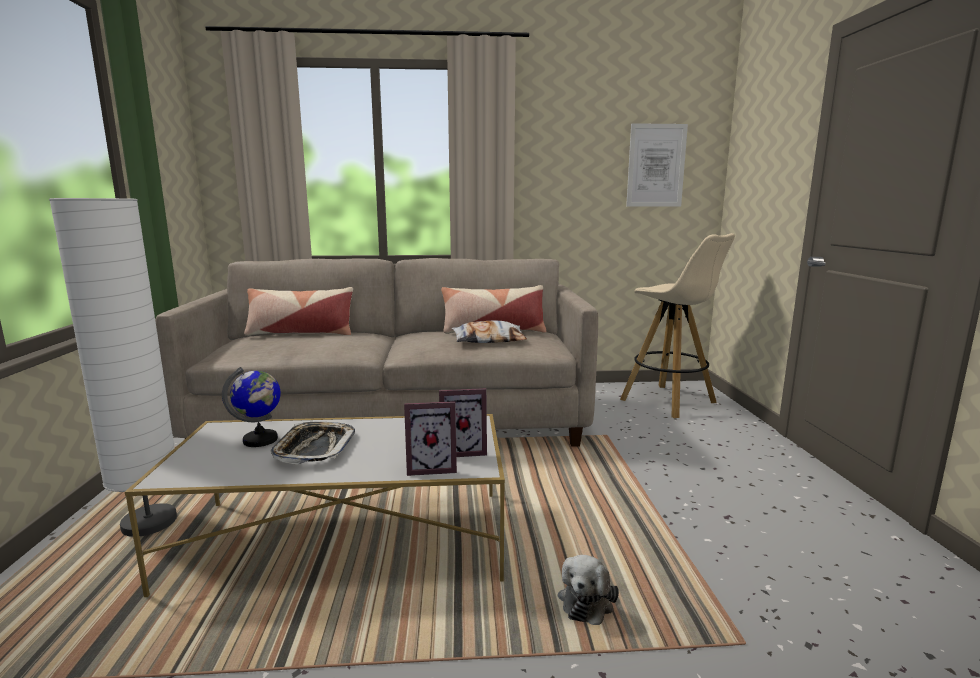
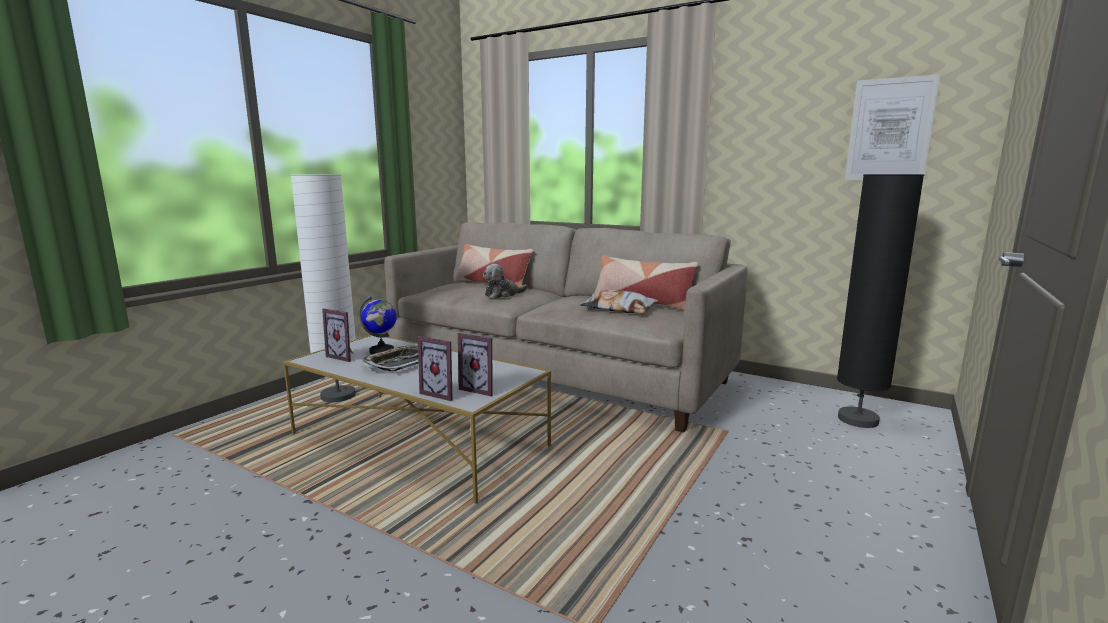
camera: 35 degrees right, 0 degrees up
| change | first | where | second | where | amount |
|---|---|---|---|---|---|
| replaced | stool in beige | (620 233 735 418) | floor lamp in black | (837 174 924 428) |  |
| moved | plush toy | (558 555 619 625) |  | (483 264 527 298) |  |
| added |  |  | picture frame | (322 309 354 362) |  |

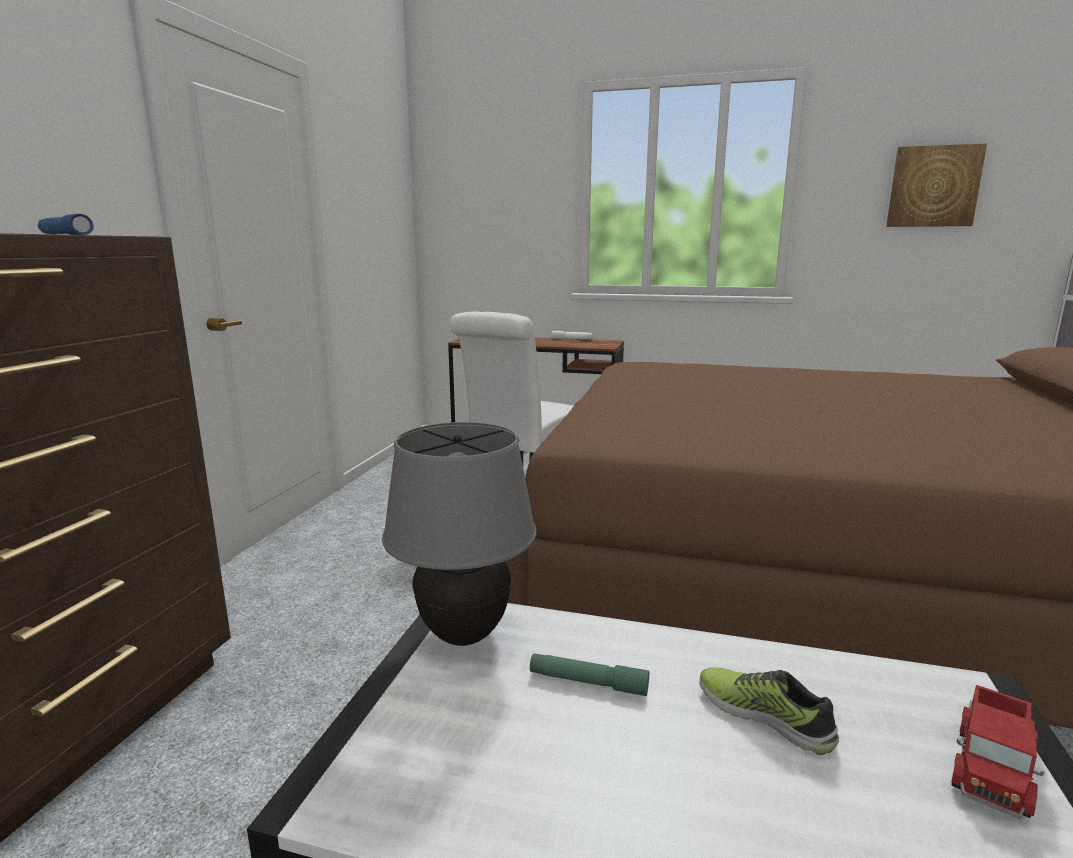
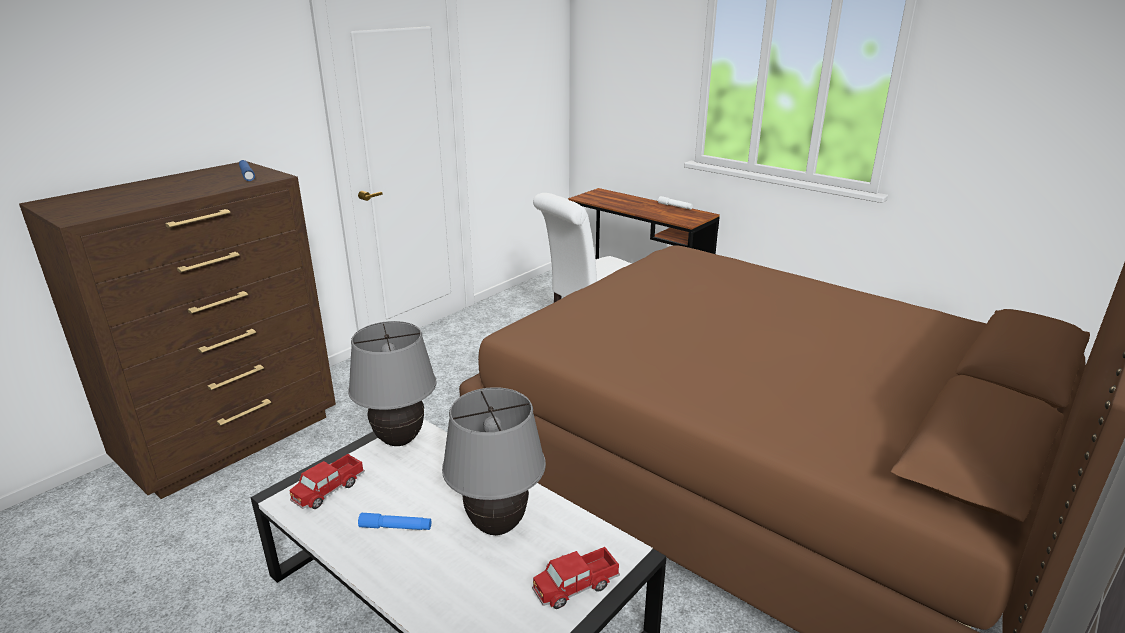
camera: 25 degrees right, 10 degrees up
| change | first | where | second | where | amount |
|---|---|---|---|---|---|
| removed | picture | (886 144 987 227) |  |  |  |
| removed | flashlight in green | (530 653 649 696) |  |  |  |
| replaced | shoe | (699 667 839 755) | table lamp in grey | (442 387 546 535) |  |
| added |  |  | toy truck | (289 454 365 509) |  |
| added |  |  | flashlight in blue | (358 513 431 530) |  |

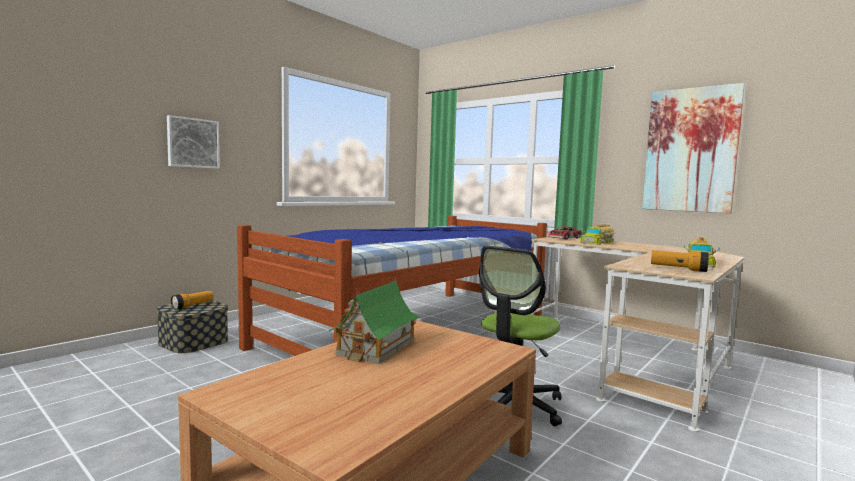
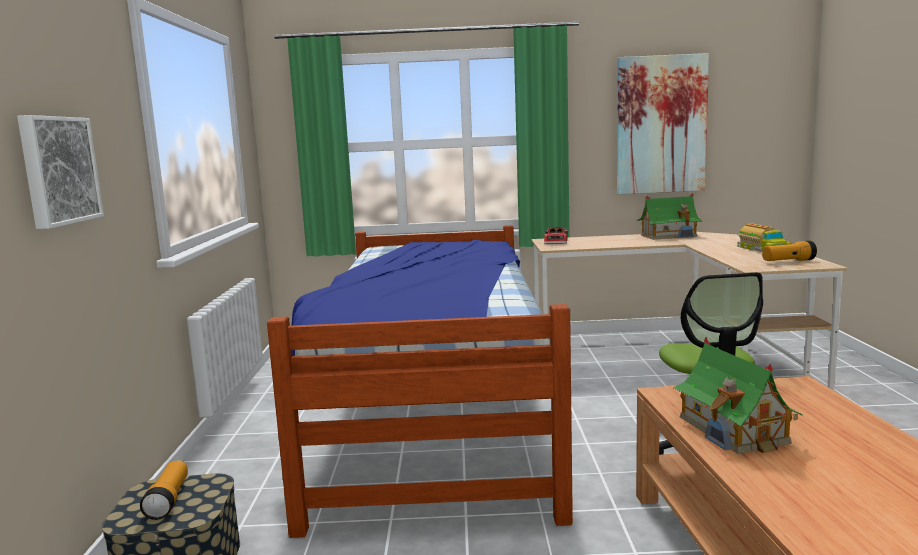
camera: 40 degrees left, 5 degrees up
| change | first | where | second | where | amount |
|---|---|---|---|---|---|
| removed | toy truck | (580 224 615 245) |  |  |  |
| added |  |  | toy house | (637 193 702 240) |  |

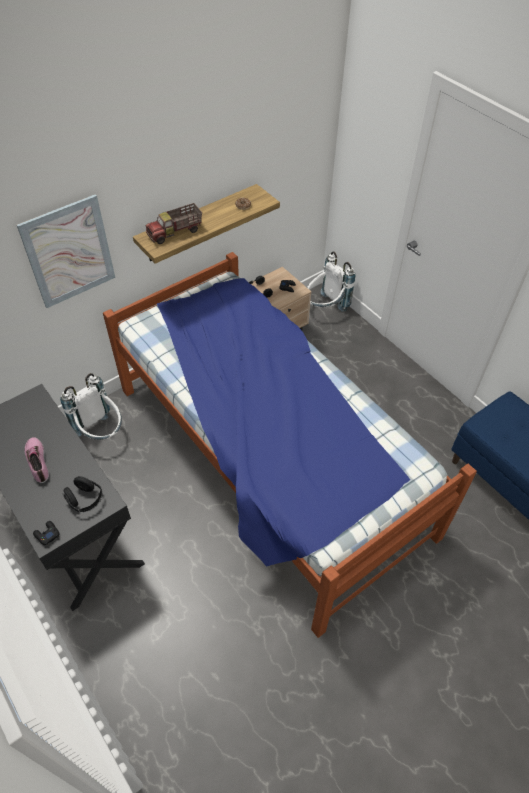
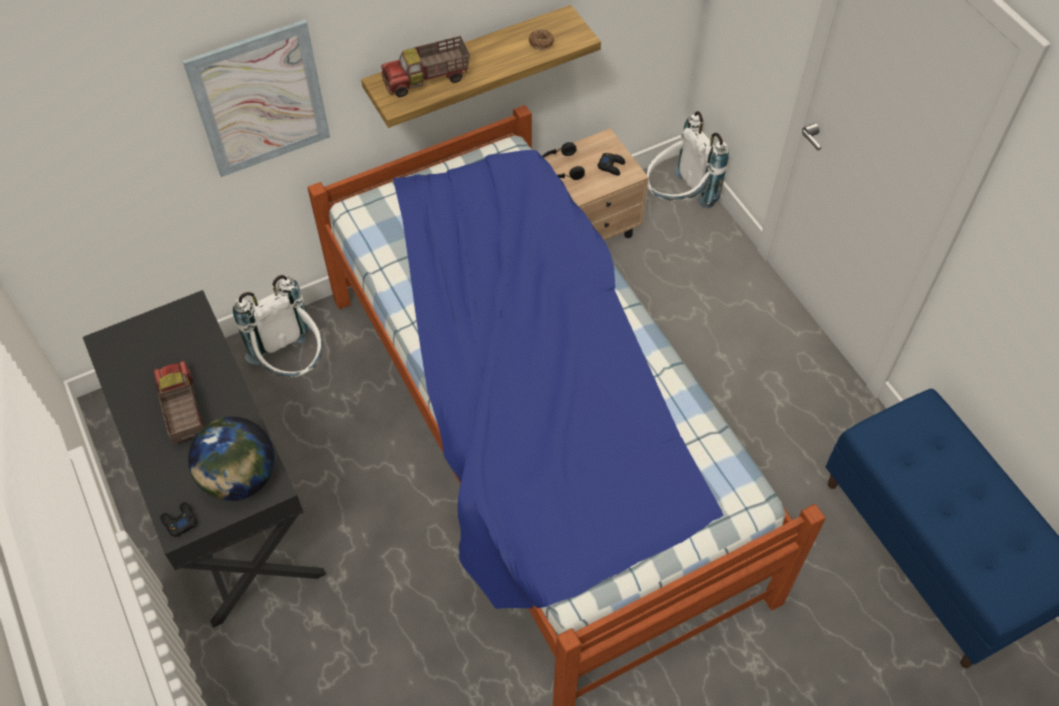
camera: 10 degrees right, 5 degrees up
| change | first | where | second | where | amount |
|---|---|---|---|---|---|
| replaced | shoe | (25 437 49 483) | toy truck | (154 360 204 443) |  |
| replaced | headphones in black | (63 476 102 512) | globe | (188 417 275 501) |  |

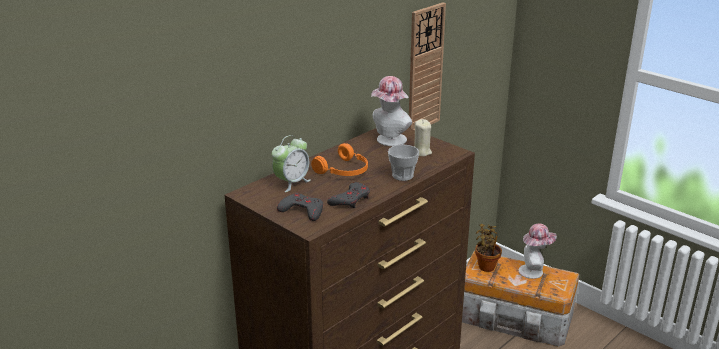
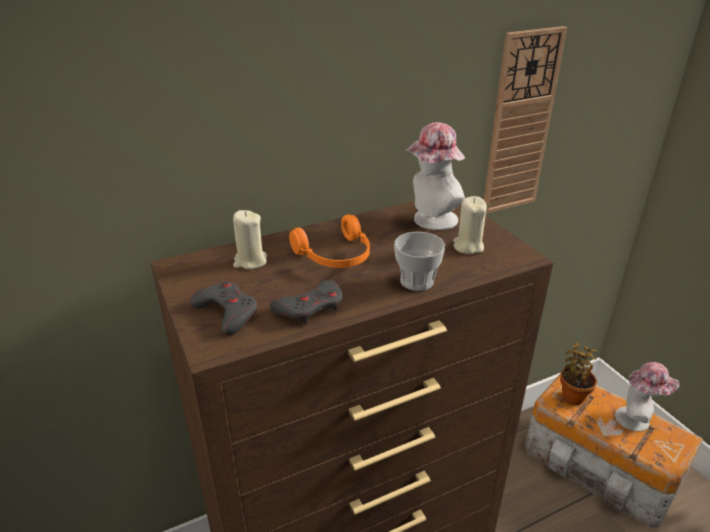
camera: 20 degrees right, 5 degrees up
| change | first | where | second | where | amount |
|---|---|---|---|---|---|
| replaced | alarm clock | (272 135 311 192) | candle in beige | (233 210 267 269) |  |

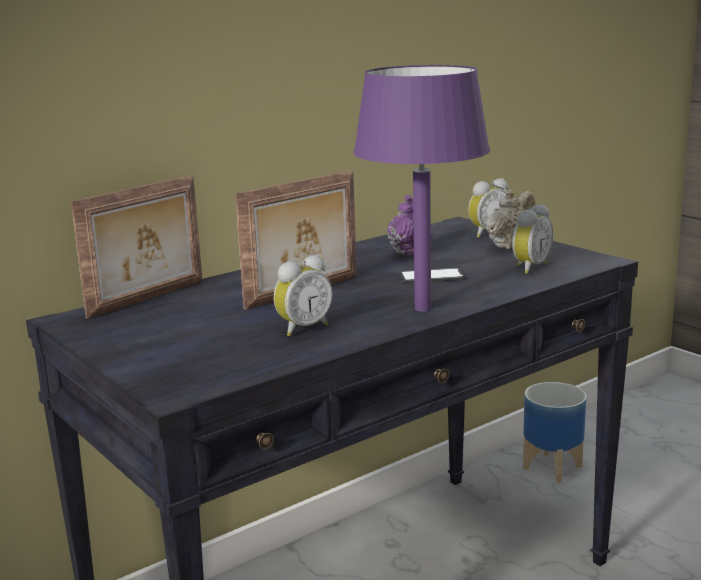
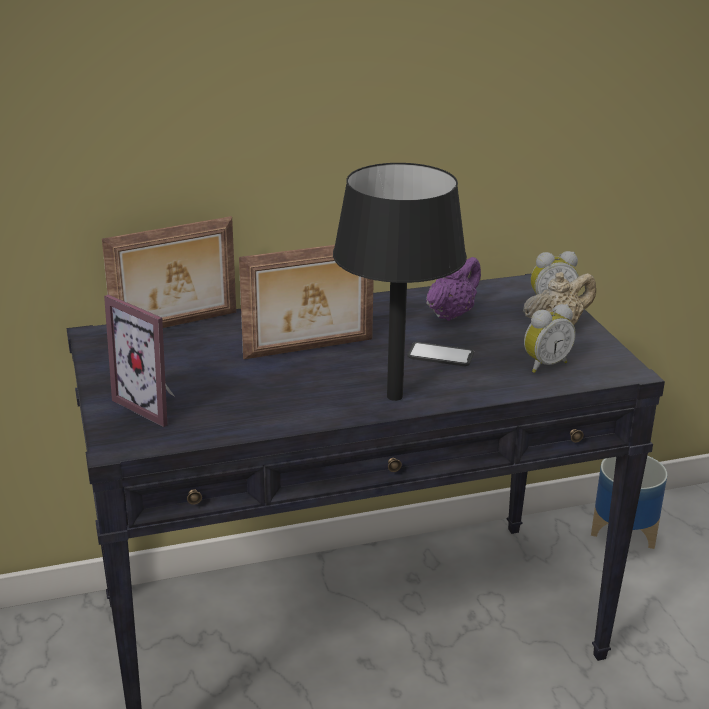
camera: 20 degrees right, 10 degrees up
| change | first | where | second | where | amount |
|---|---|---|---|---|---|
| recoloured | table lamp in purple | (354 65 490 312) | table lamp in black | (333 163 467 401) |  |
| removed | alarm clock | (274 255 332 336) |  |  |  |
| added |  |  | picture frame | (104 295 174 427) |  |

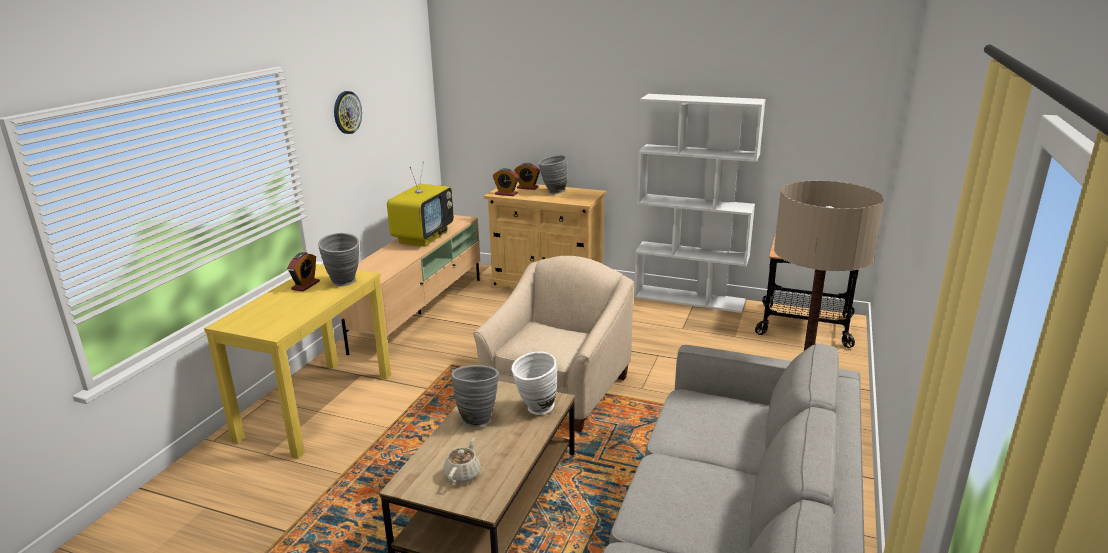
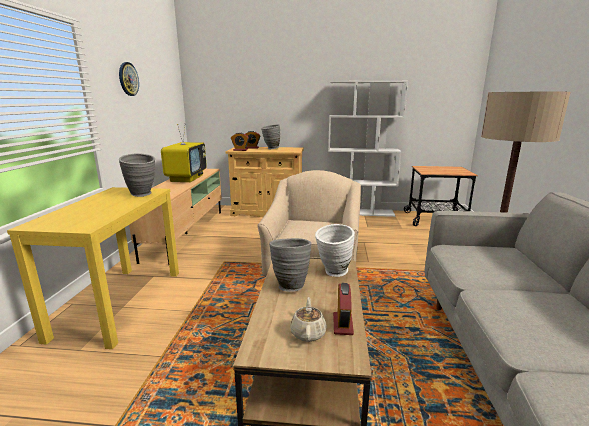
camera: 15 degrees left, 5 degrees down
| change | first | where | second | where | amount |
|---|---|---|---|---|---|
| moved | alarm clock | (287 252 320 292) |  | (333 283 354 335) |  |

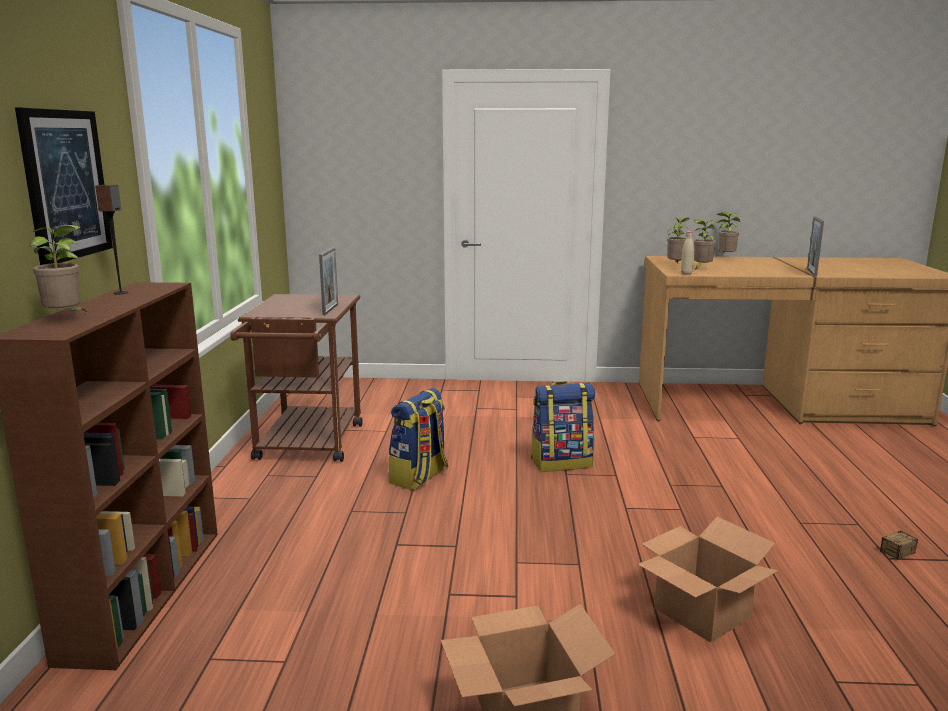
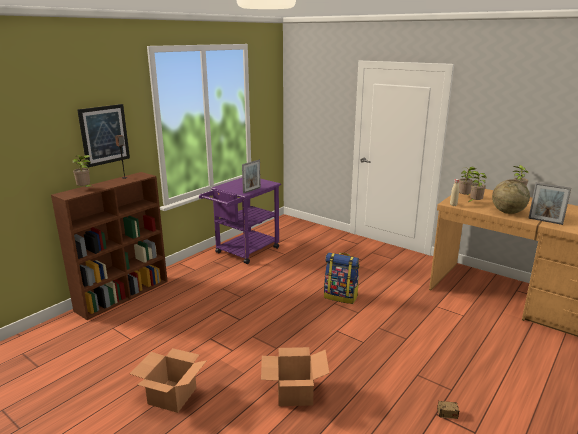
camera: 35 degrees right, 5 degrees up
| change | first | where | second | where | amount |
|---|---|---|---|---|---|
| turned | picture frame | (807 217 824 277) |  | (528 183 571 225) | 105 degrees counterclockwise |
| recoloured | cart in brown | (231 294 363 462) | cart in purple | (199 178 281 264) |  |
| removed | backpack | (388 388 448 490) |  |  |  |
| added |  |  | globe | (492 179 530 214) |  |

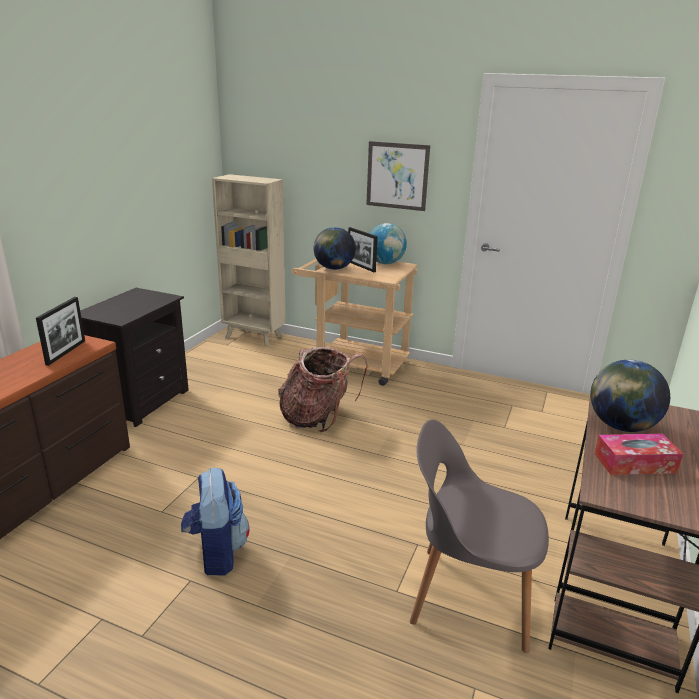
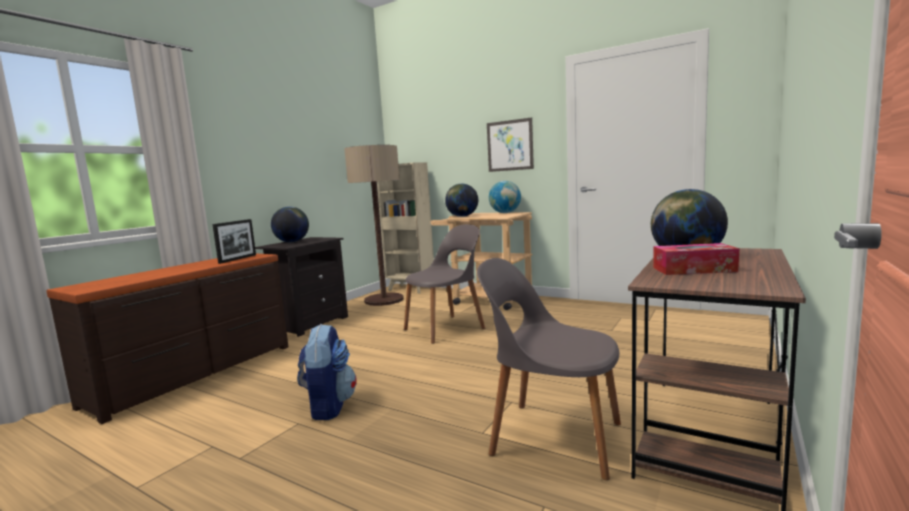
camera: 10 degrees right, 15 degrees down
| change | first | where | second | where | amount |
|---|---|---|---|---|---|
| removed | picture frame | (348 227 378 272) |  |  |  |
| replaced | backpack | (278 346 368 432) | chair in grey | (404 224 485 344) |  |
| added |  |  | floor lamp | (344 145 404 306) |  |
| added |  |  | globe | (271 207 309 242) |  |

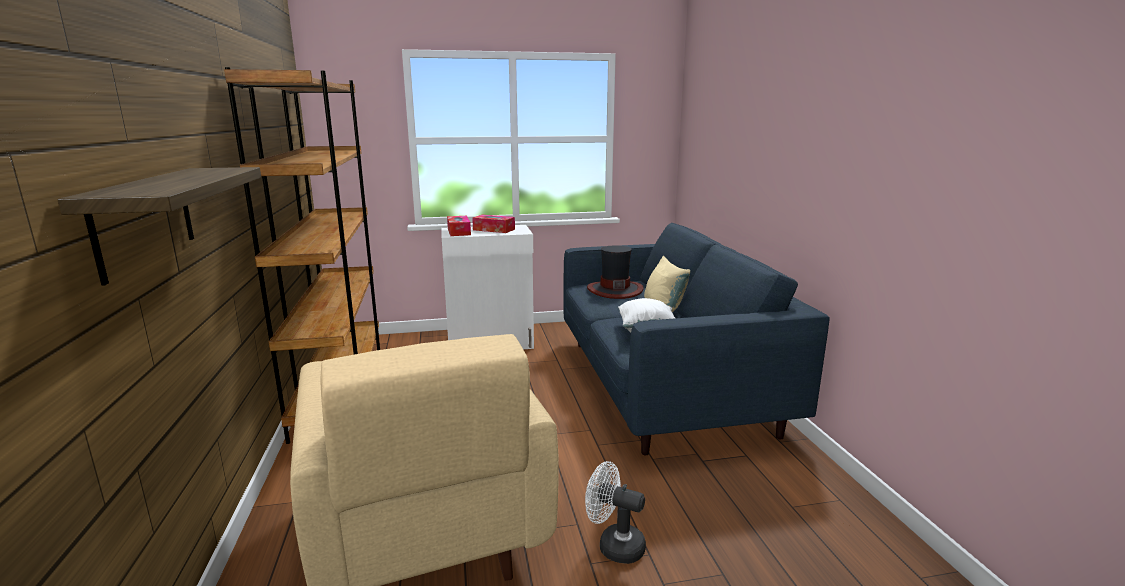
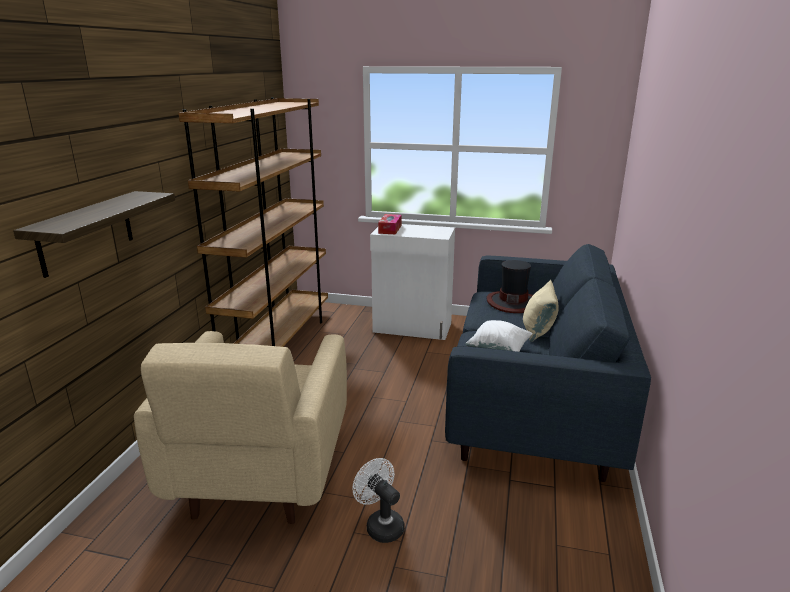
camera: 25 degrees right, 5 degrees up
| change | first | where | second | where | amount |
|---|---|---|---|---|---|
| removed | tissue box | (472 215 515 233) |  |  |  |

